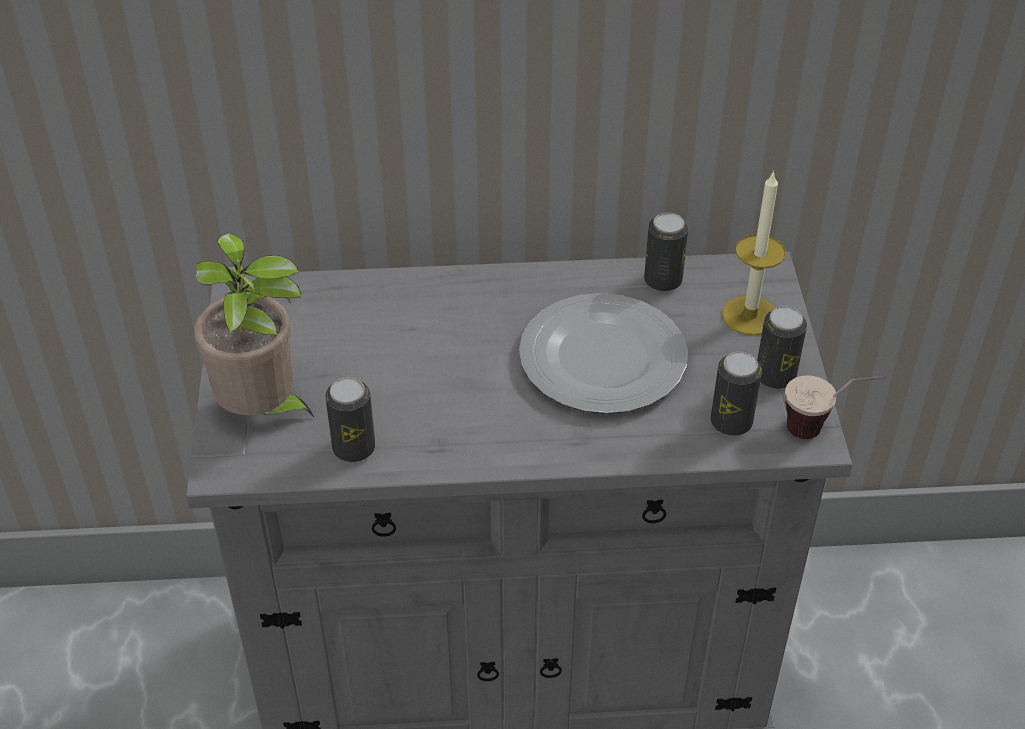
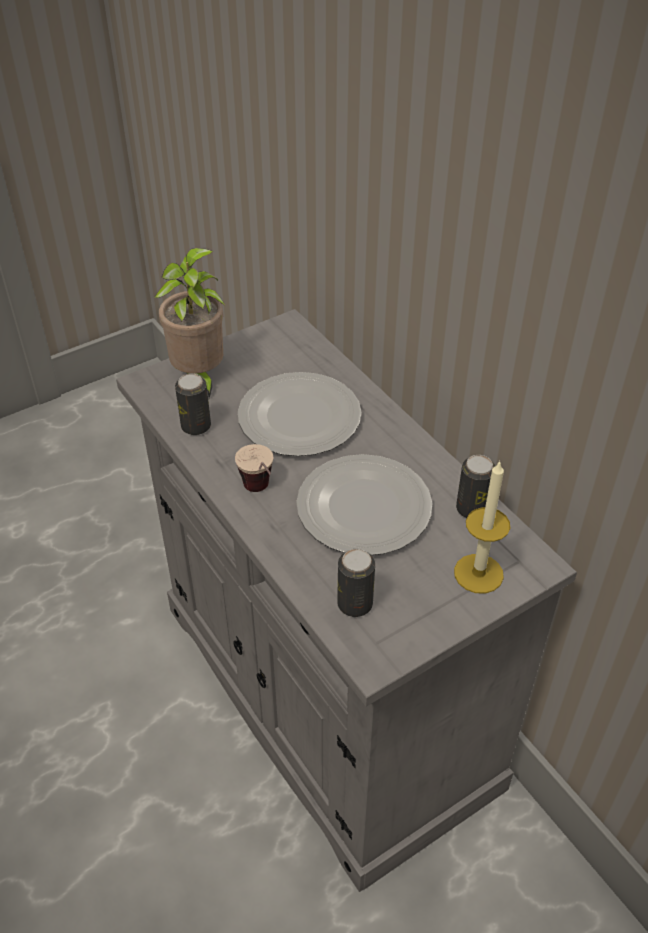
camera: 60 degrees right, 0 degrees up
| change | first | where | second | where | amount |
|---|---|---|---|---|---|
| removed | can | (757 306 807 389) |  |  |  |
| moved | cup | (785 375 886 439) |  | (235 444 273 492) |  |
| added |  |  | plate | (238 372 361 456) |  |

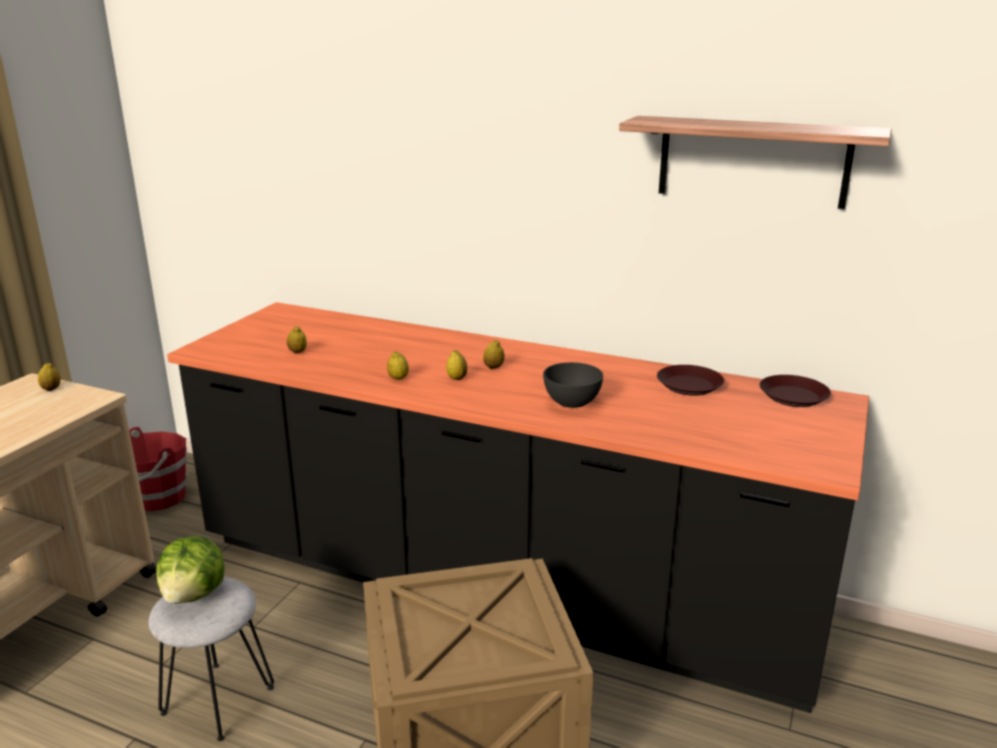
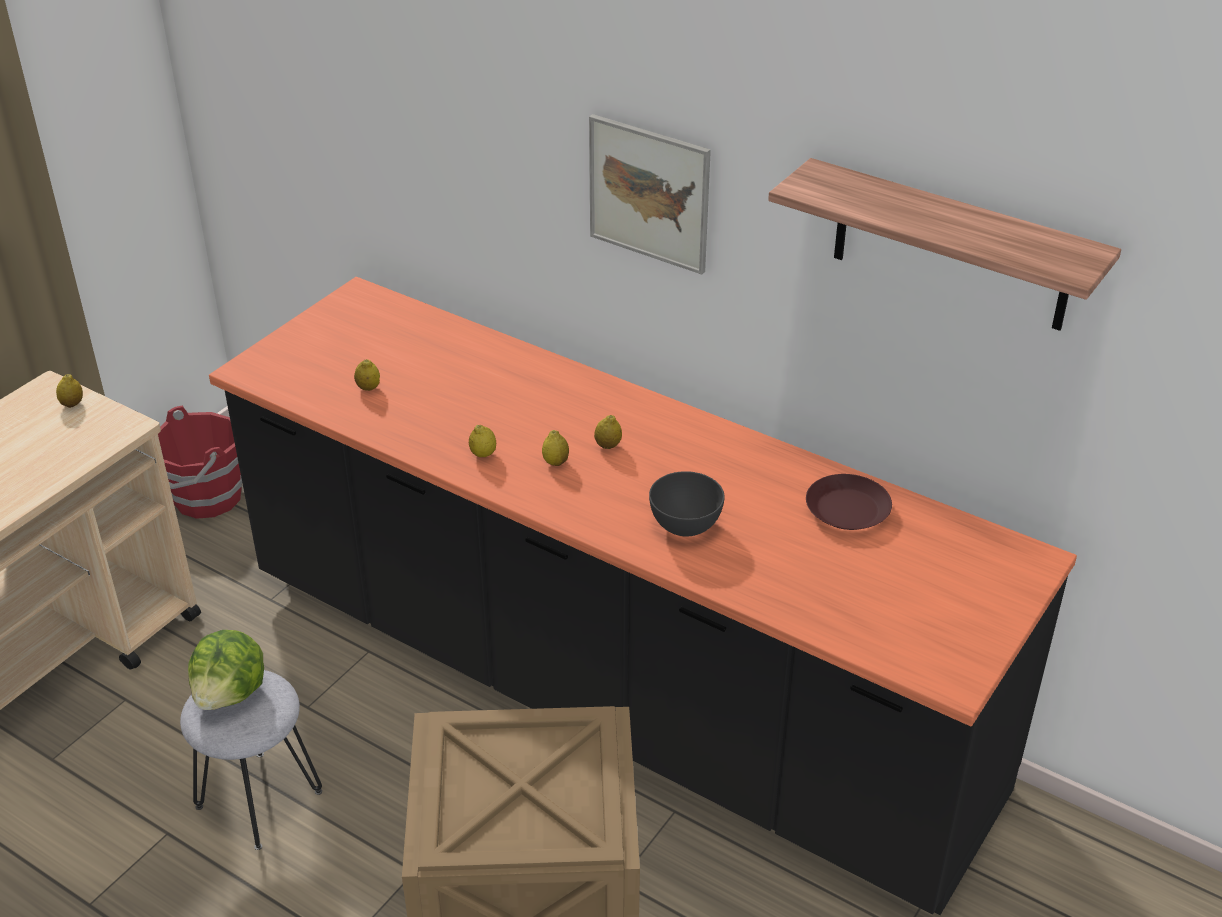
camera: 10 degrees right, 15 degrees up
| change | first | where | second | where | amount |
|---|---|---|---|---|---|
| removed | plate in brown | (760 375 831 407) |  |  |  |
| added |  |  | picture | (589 114 711 275) |  |

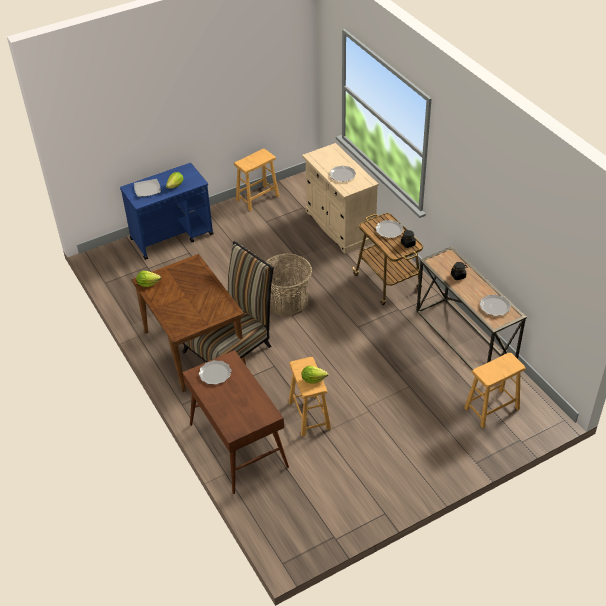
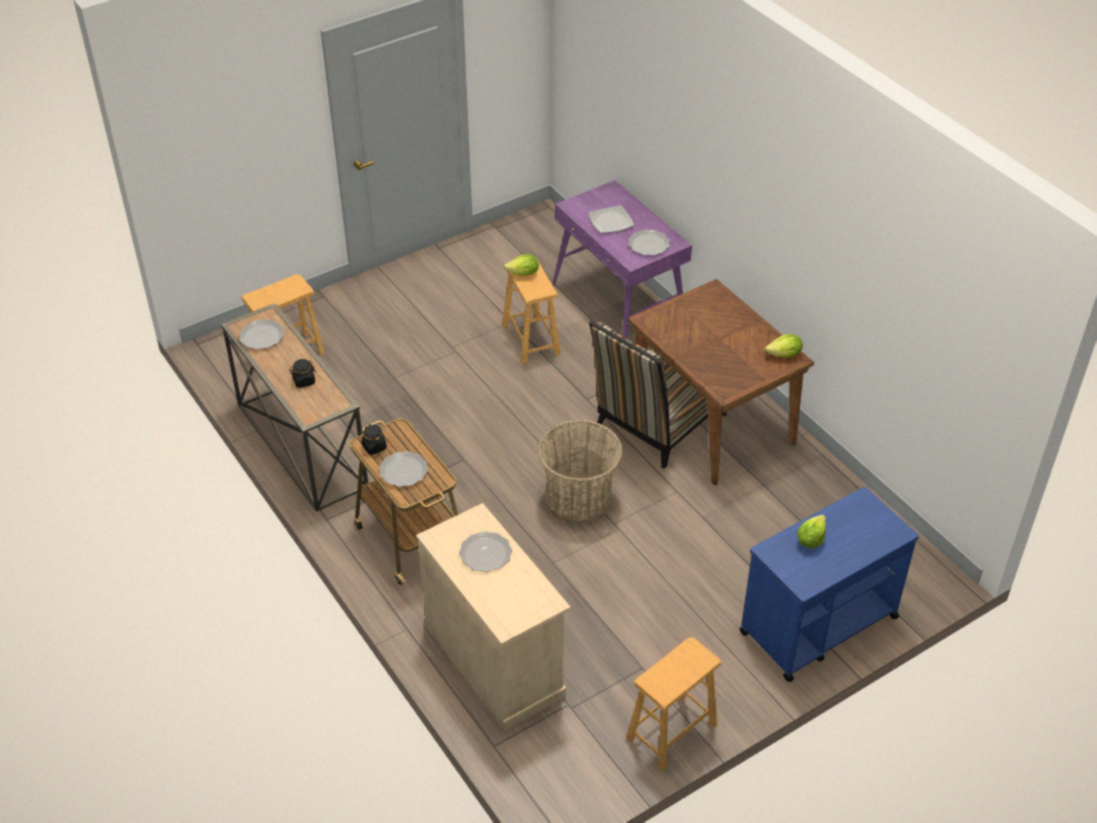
camera: 175 degrees right, 0 degrees up
| change | first | where | second | where | amount |
|---|---|---|---|---|---|
| moved | plate | (134 179 161 197) |  | (588 205 634 233) |  |
| recoloured | desk in brown | (182 350 289 494) | desk in purple | (552 180 692 338) |  |

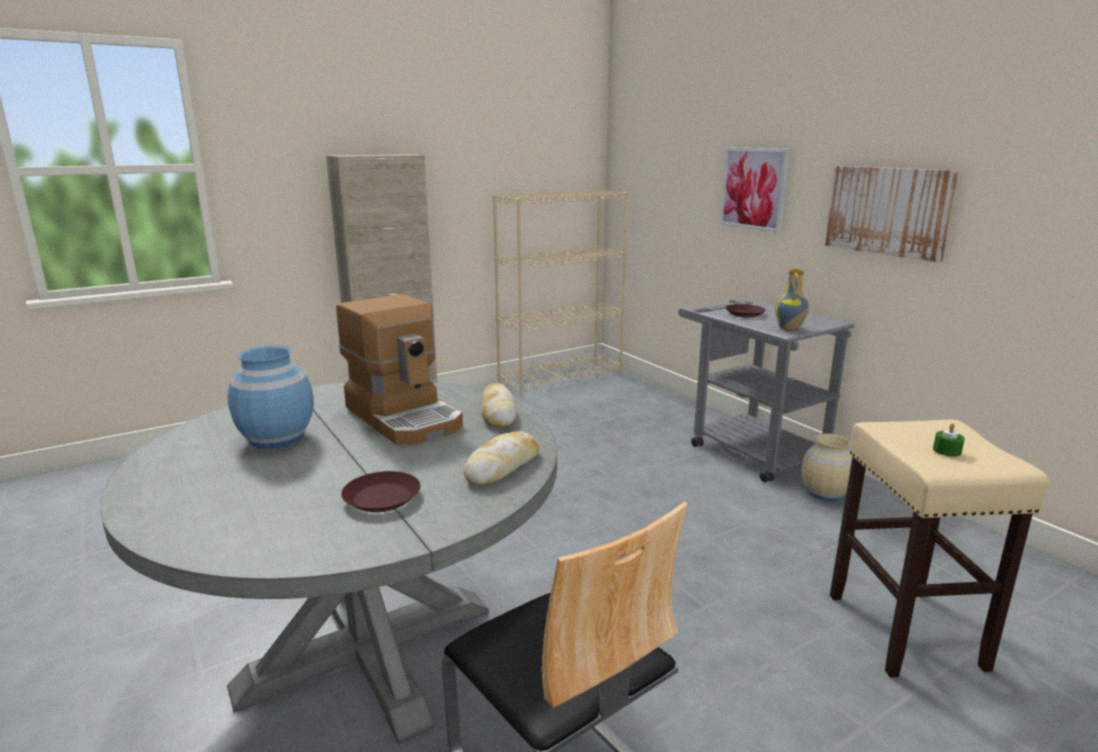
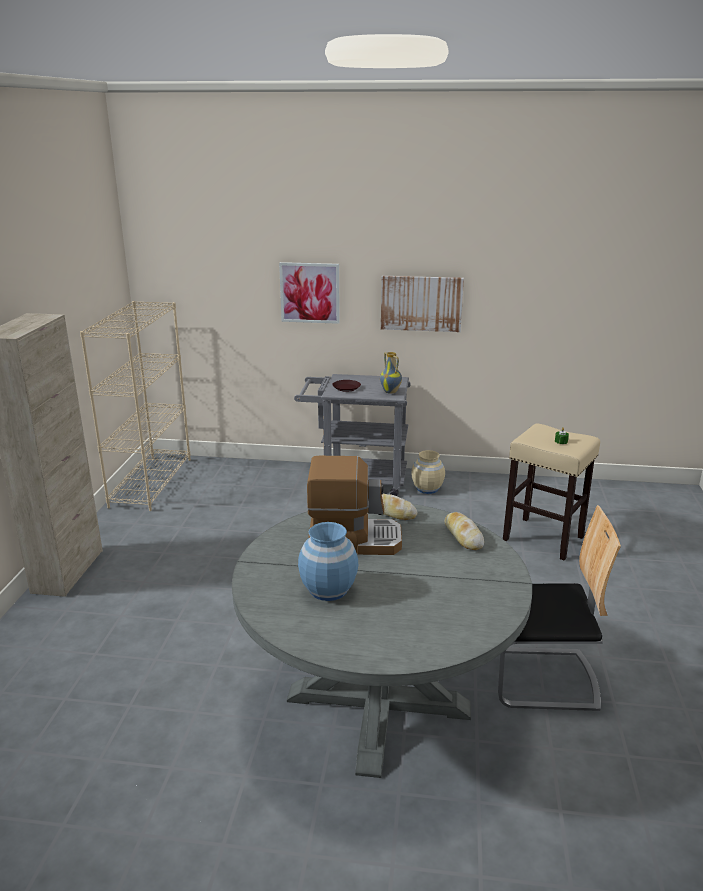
camera: 50 degrees left, 5 degrees up
| change | first | where | second | where | amount |
|---|---|---|---|---|---|
| removed | plate in brown | (341 471 421 512) |  |  |  |

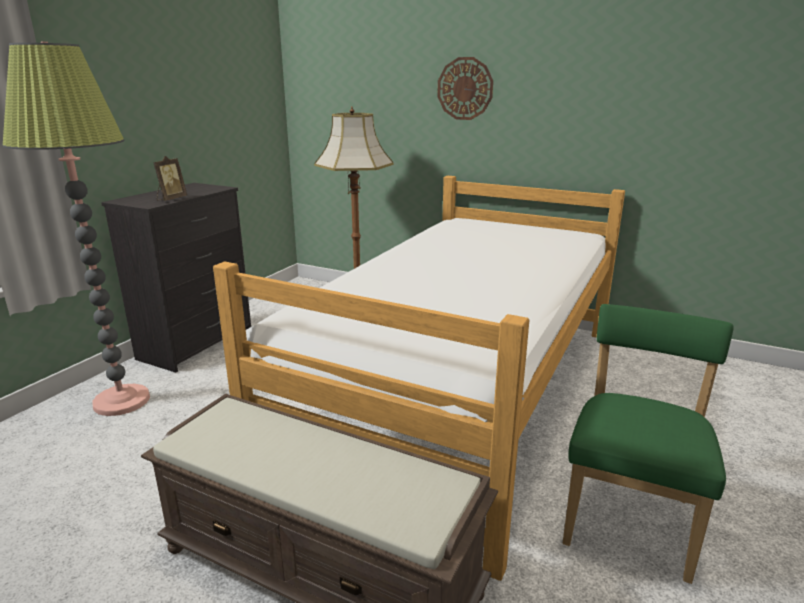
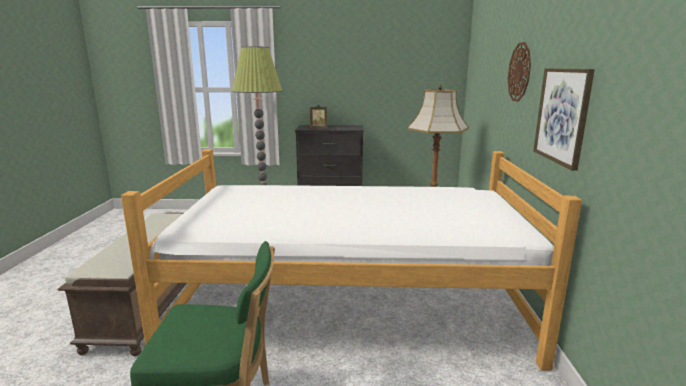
camera: 65 degrees right, 5 degrees down
| change | first | where | second | where | amount |
|---|---|---|---|---|---|
| added |  |  | picture | (533 68 595 171) |  |

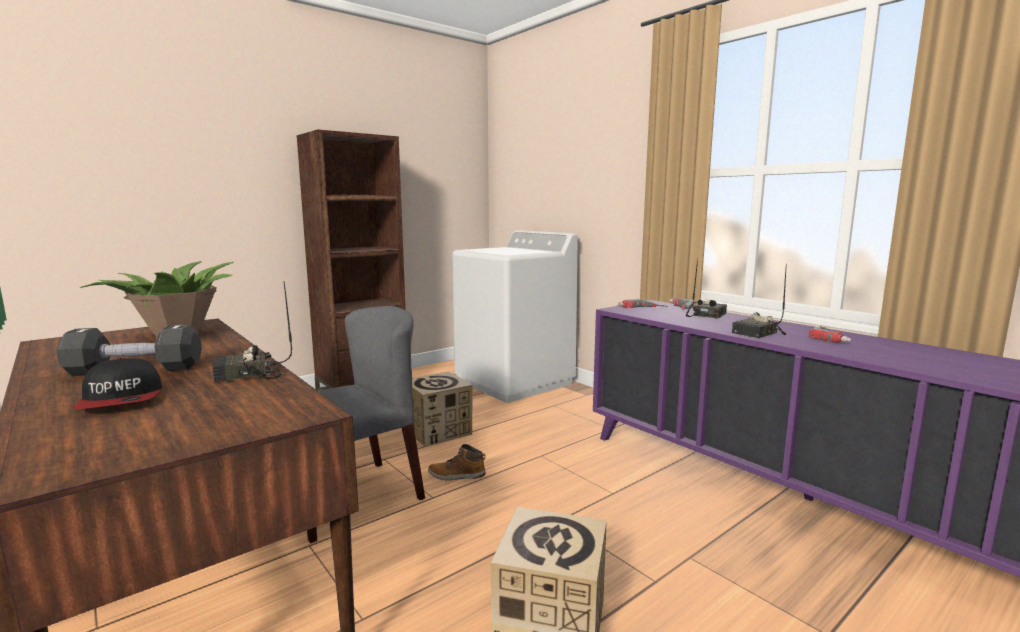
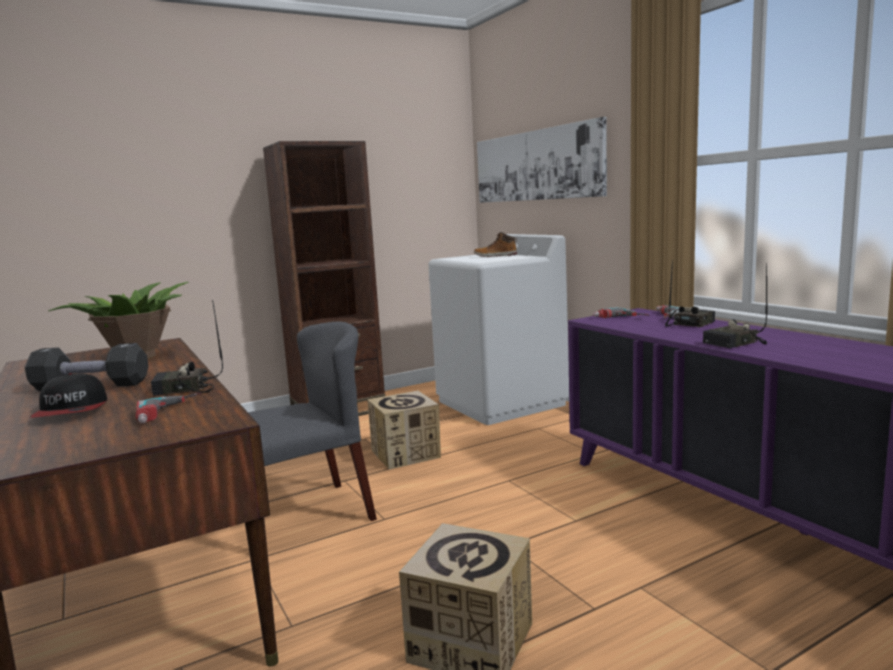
camera: 10 degrees right, 0 degrees up
| change | first | where | second | where | amount |
|---|---|---|---|---|---|
| moved | power drill | (809 326 851 343) |  | (136 393 202 423) |  |
| moved | boot | (428 444 486 480) |  | (474 232 517 257) |  |
| added |  |  | picture | (477 117 607 203) |  |

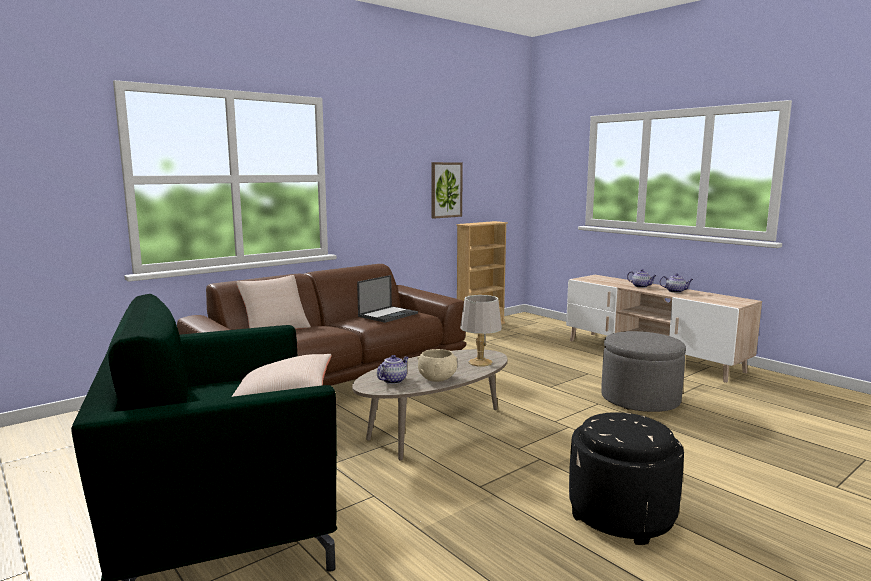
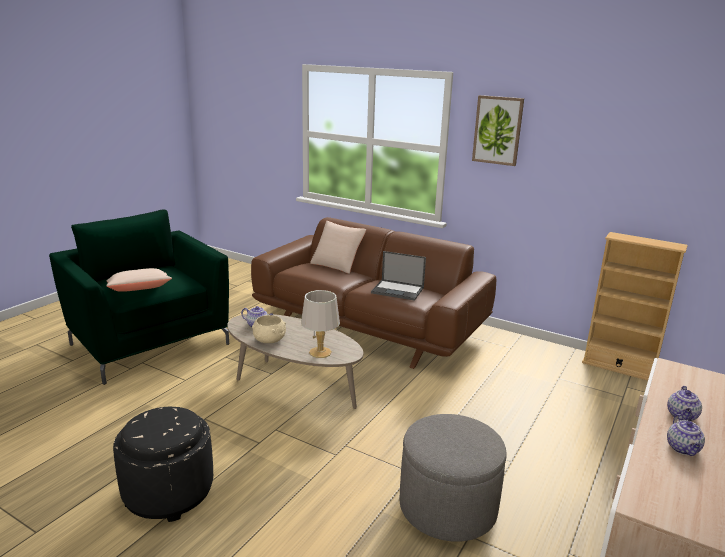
camera: 70 degrees right, 10 degrees up
| change | first | where | second | where | amount |
|---|---|---|---|---|---|
| moved | picture | (432 162 463 219) |  | (472 95 524 166) |  |

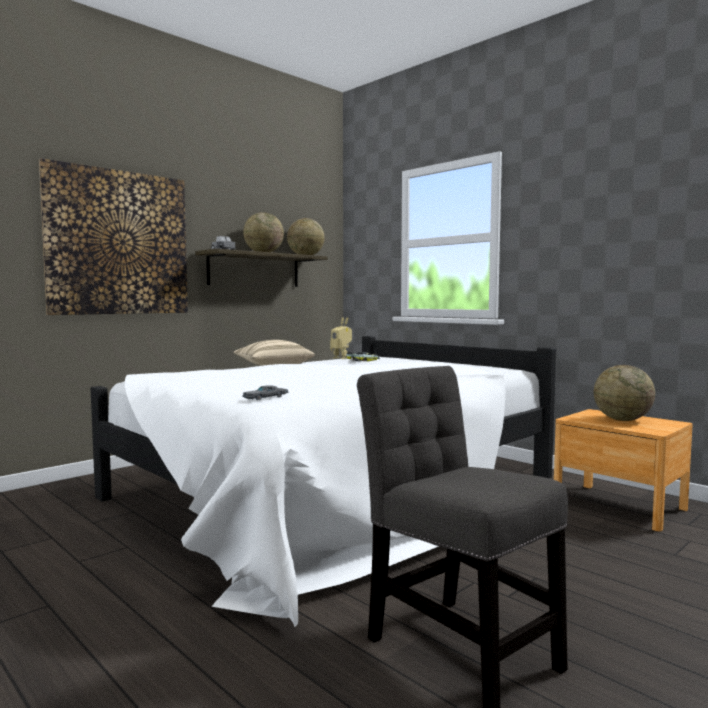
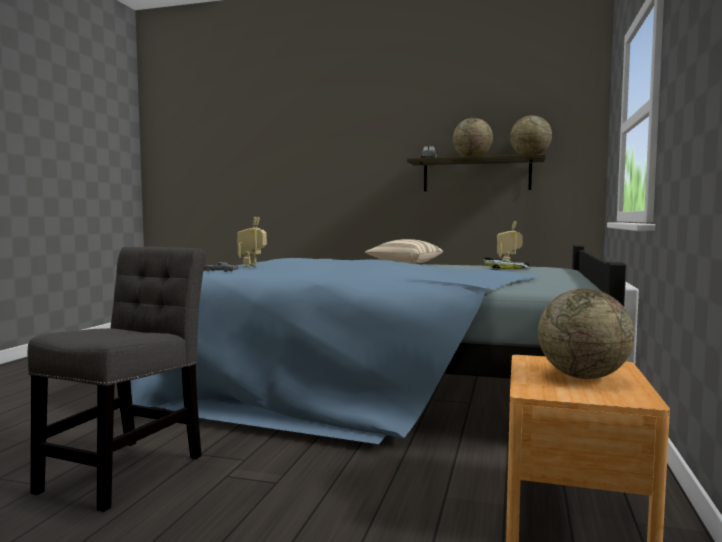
camera: 60 degrees right, 0 degrees up
| change | first | where | second | where | amount |
|---|---|---|---|---|---|
| removed | picture | (39 158 188 315) |  |  |  |
| recoloured | bed in white | (91 336 556 627) | bed in blue | (120 245 626 444) |  |
| added |  |  | toy robot | (237 217 267 268) |  |

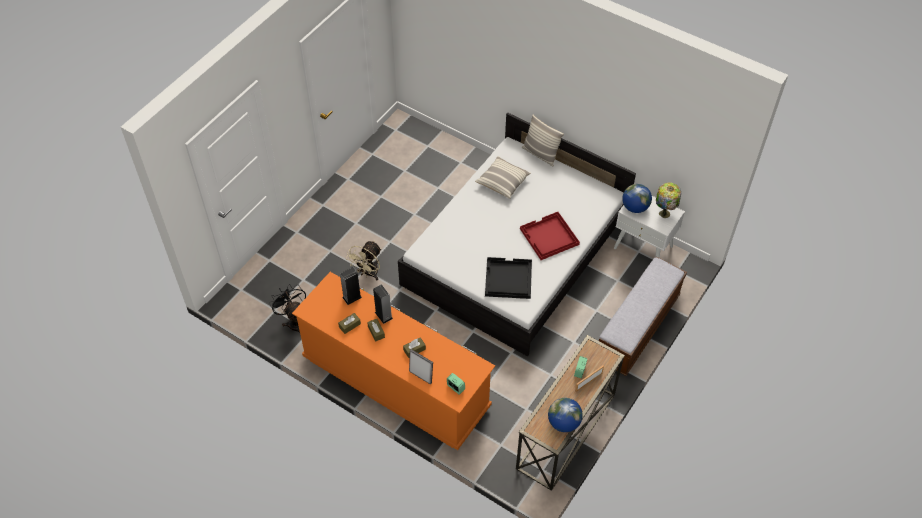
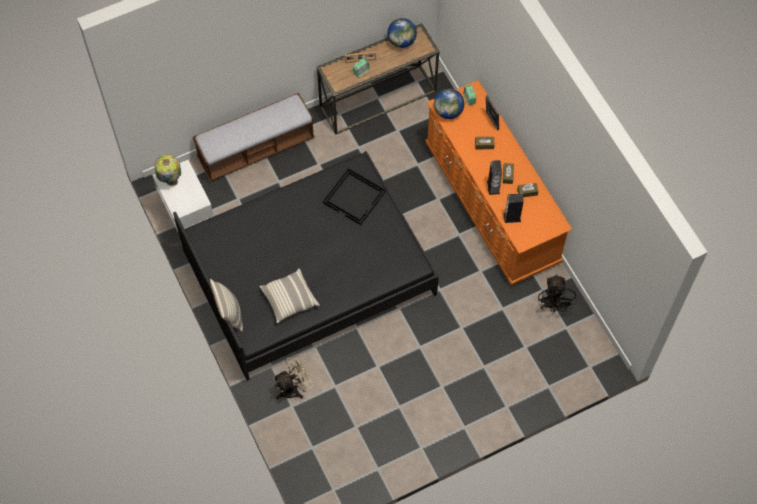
camera: 150 degrees left, 10 degrees up
| change | first | where | second | where | amount |
|---|---|---|---|---|---|
| recoloured | bed in white | (398 113 636 356) | bed in black | (173 151 439 381) |  |
| moved | globe | (622 184 652 213) |  | (434 89 464 119) |  |
| removed | tray in red | (520 212 580 260) |  |  |  |
| moved | fan in beige | (346 241 381 280) |  | (273 355 313 399) |  |

